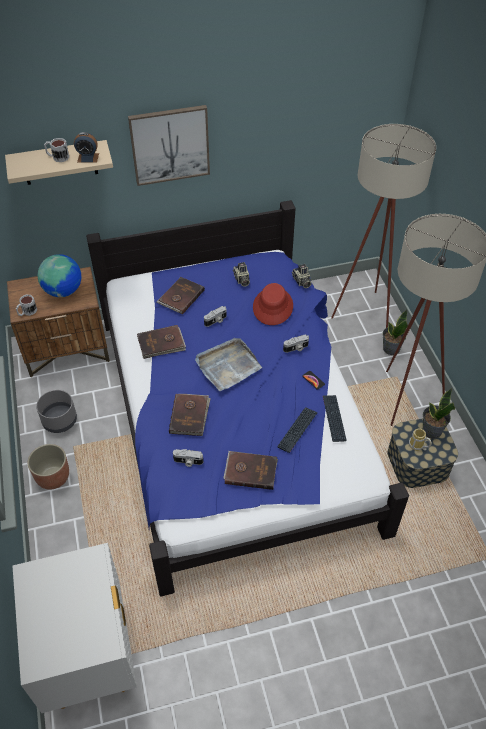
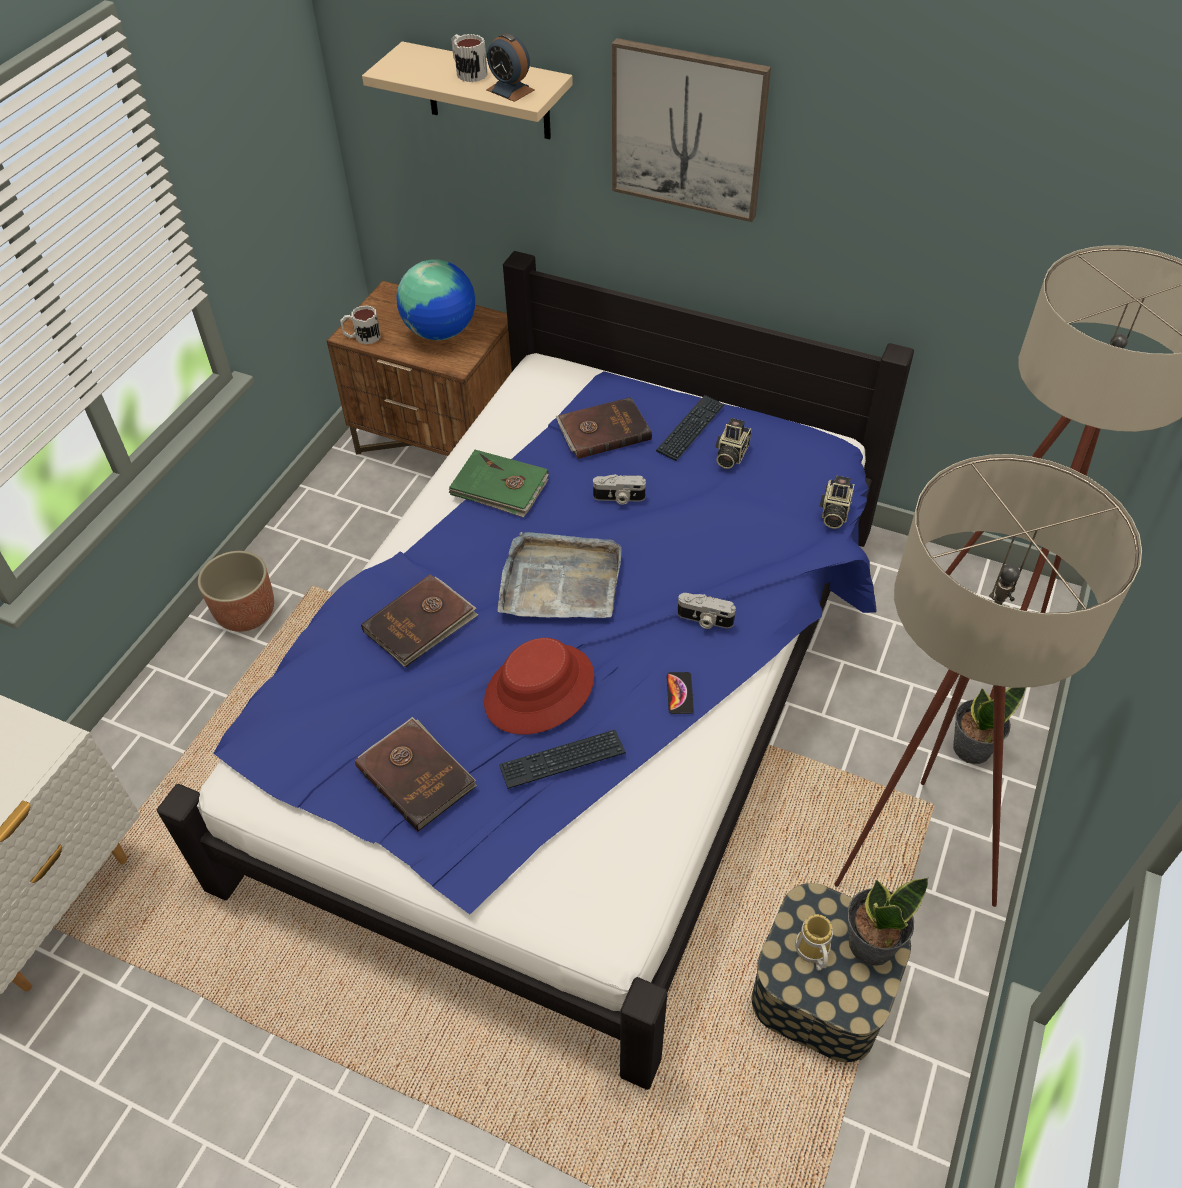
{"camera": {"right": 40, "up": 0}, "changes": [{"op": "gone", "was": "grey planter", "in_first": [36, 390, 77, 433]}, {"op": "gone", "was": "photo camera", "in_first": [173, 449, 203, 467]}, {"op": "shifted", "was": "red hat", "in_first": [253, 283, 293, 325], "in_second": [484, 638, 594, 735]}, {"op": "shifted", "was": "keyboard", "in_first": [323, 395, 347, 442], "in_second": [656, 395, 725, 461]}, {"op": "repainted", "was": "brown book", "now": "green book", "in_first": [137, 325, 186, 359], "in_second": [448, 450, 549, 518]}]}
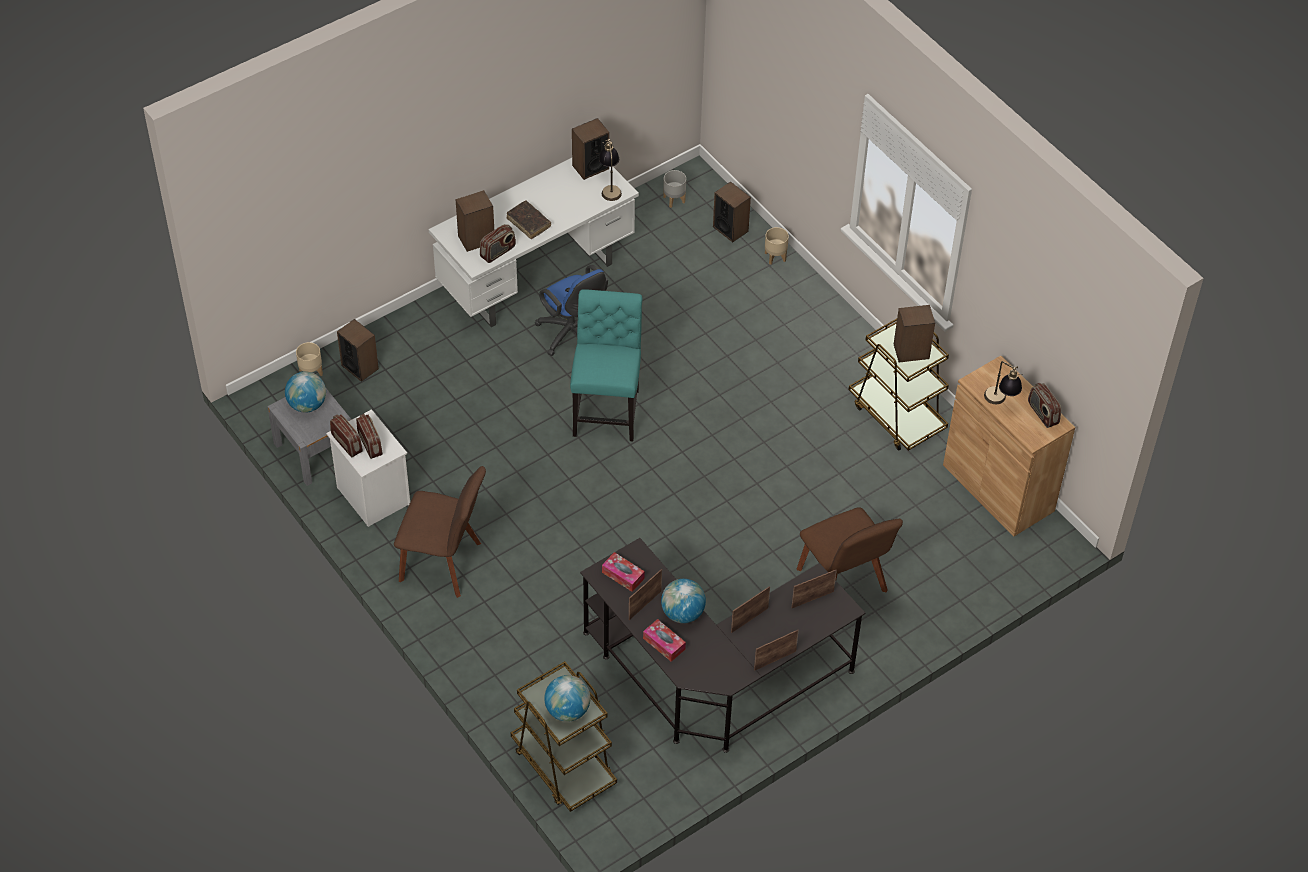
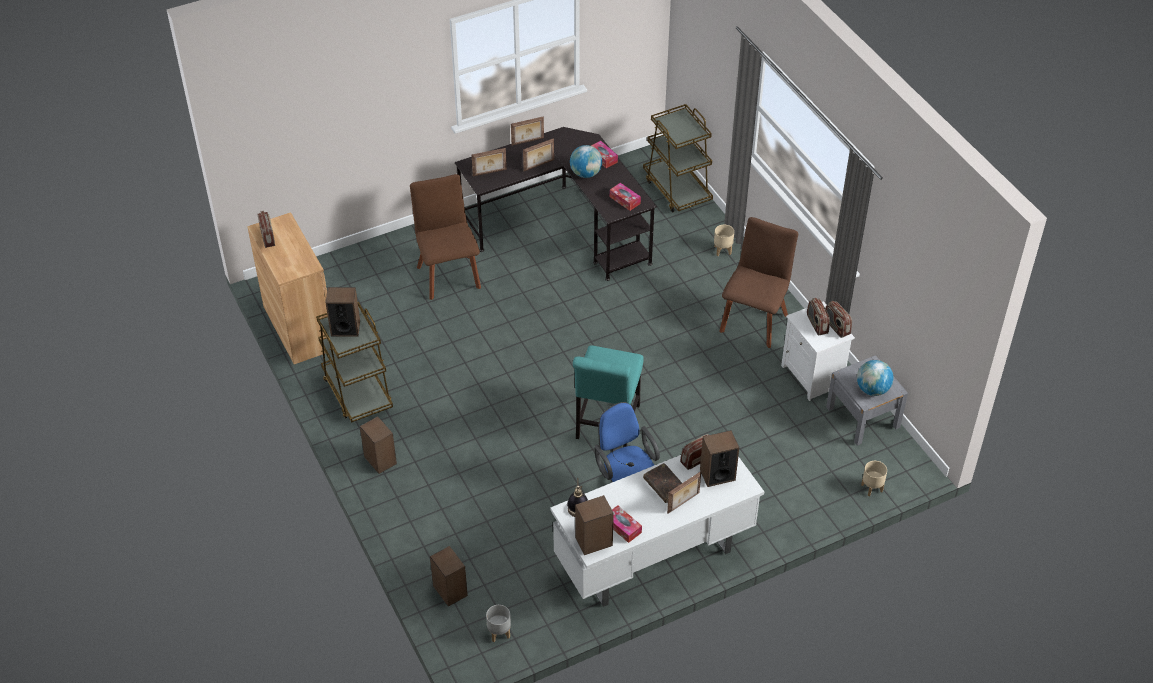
{"camera": {"right": -170, "up": -5}, "changes": [{"op": "gone", "was": "globe", "in_first": [544, 675, 590, 722]}, {"op": "gone", "was": "table lamp", "in_first": [984, 361, 1023, 404]}, {"op": "new", "now": "tissue box", "in_second": [612, 505, 642, 543]}, {"op": "shifted", "was": "speaker", "in_first": [337, 319, 379, 382], "in_second": [360, 416, 397, 474]}, {"op": "shifted", "was": "picture frame", "in_first": [629, 569, 662, 620], "in_second": [667, 471, 701, 514]}, {"op": "shifted", "was": "beige planter", "in_first": [765, 227, 789, 265], "in_second": [714, 225, 734, 256]}, {"op": "rotated", "was": "brown chair", "in_first": [394, 466, 486, 598], "in_second": [719, 217, 798, 348], "clockwise": 90}]}
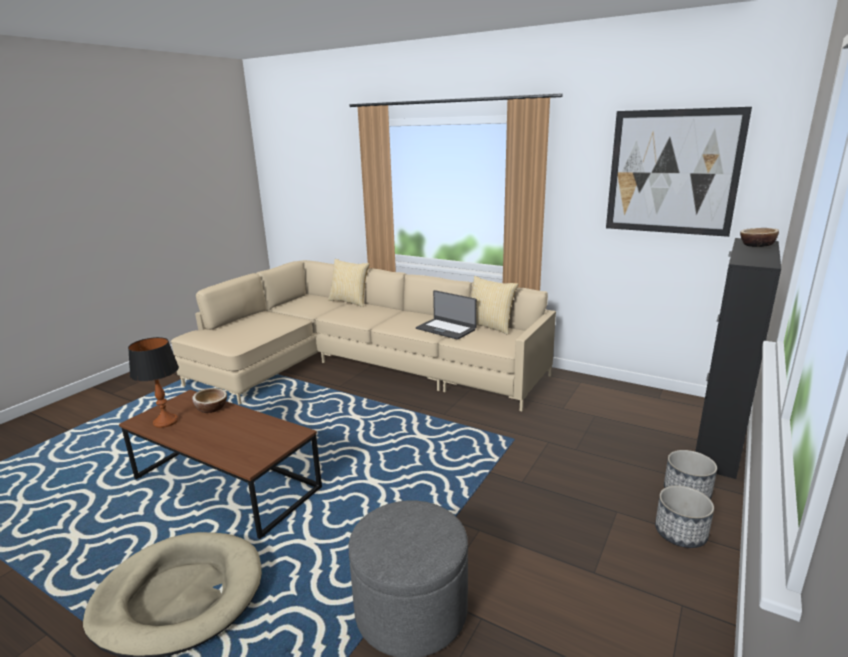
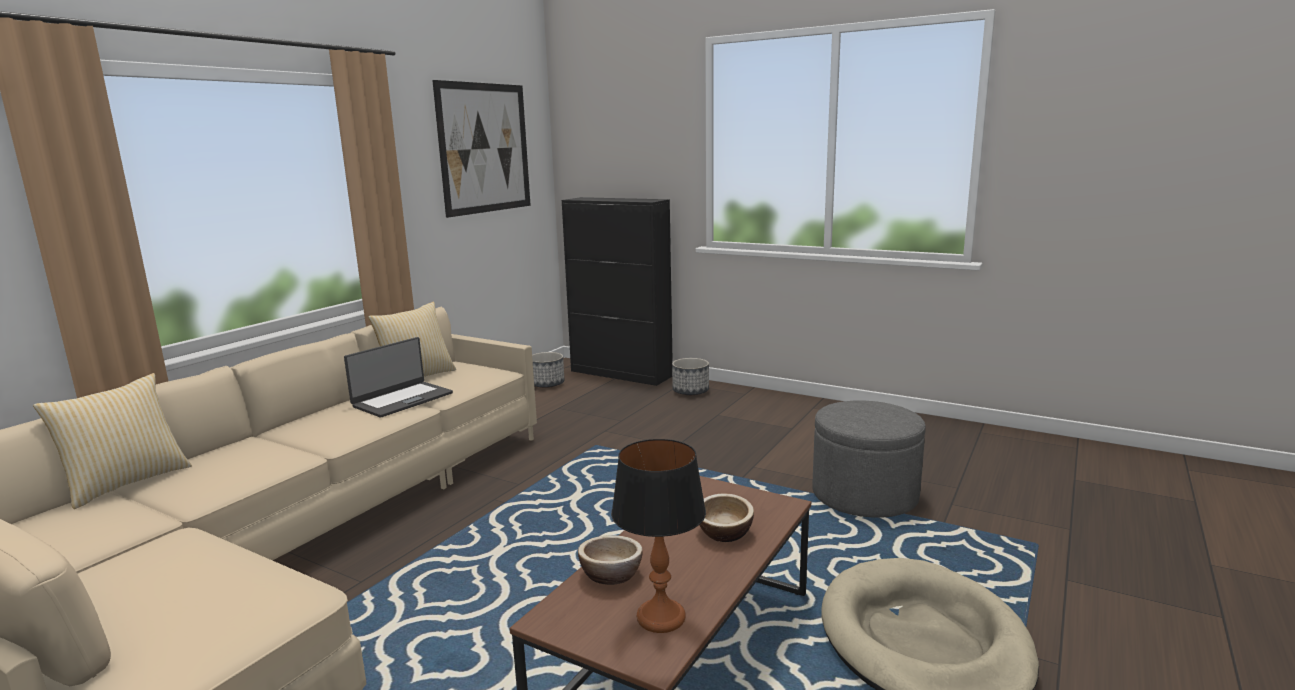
{"camera": {"right": -90, "up": -5}, "changes": [{"op": "shifted", "was": "planter", "in_first": [655, 486, 714, 548], "in_second": [532, 352, 565, 388]}, {"op": "shifted", "was": "bowl", "in_first": [740, 228, 779, 247], "in_second": [700, 493, 754, 542]}]}
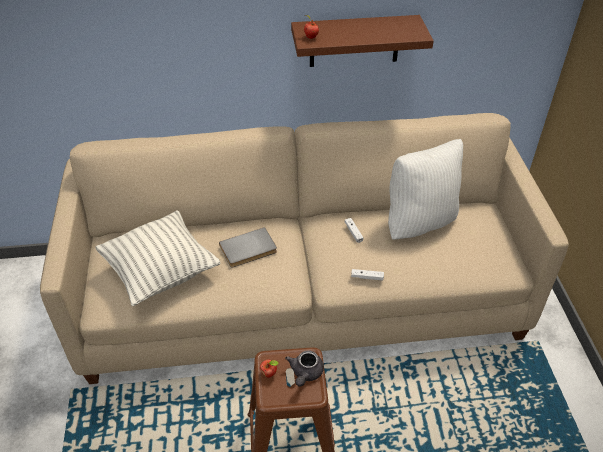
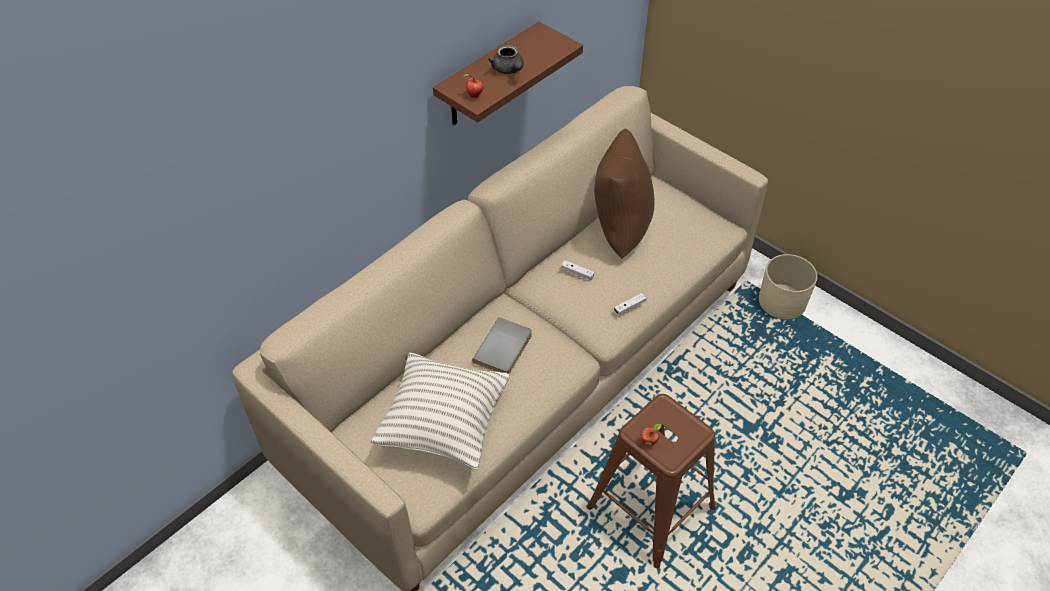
{"camera": {"right": -40, "up": 5}, "changes": [{"op": "new", "now": "beige planter", "in_second": [759, 254, 817, 319]}, {"op": "shifted", "was": "grey teapot", "in_first": [285, 350, 324, 387], "in_second": [488, 45, 523, 74]}, {"op": "repainted", "was": "white pillow", "now": "brown pillow", "in_first": [388, 139, 463, 240], "in_second": [594, 129, 655, 258]}]}
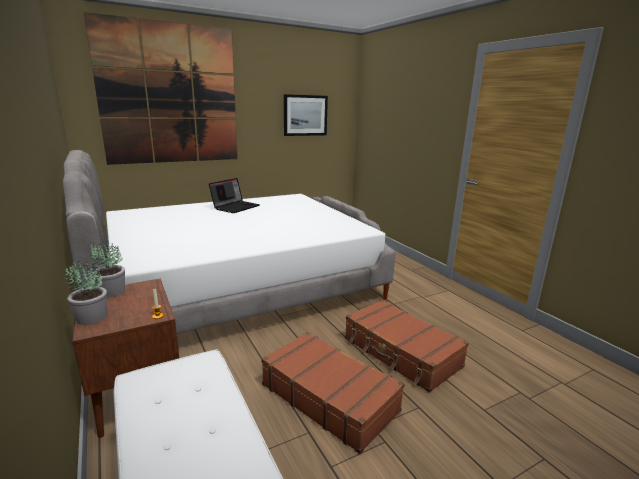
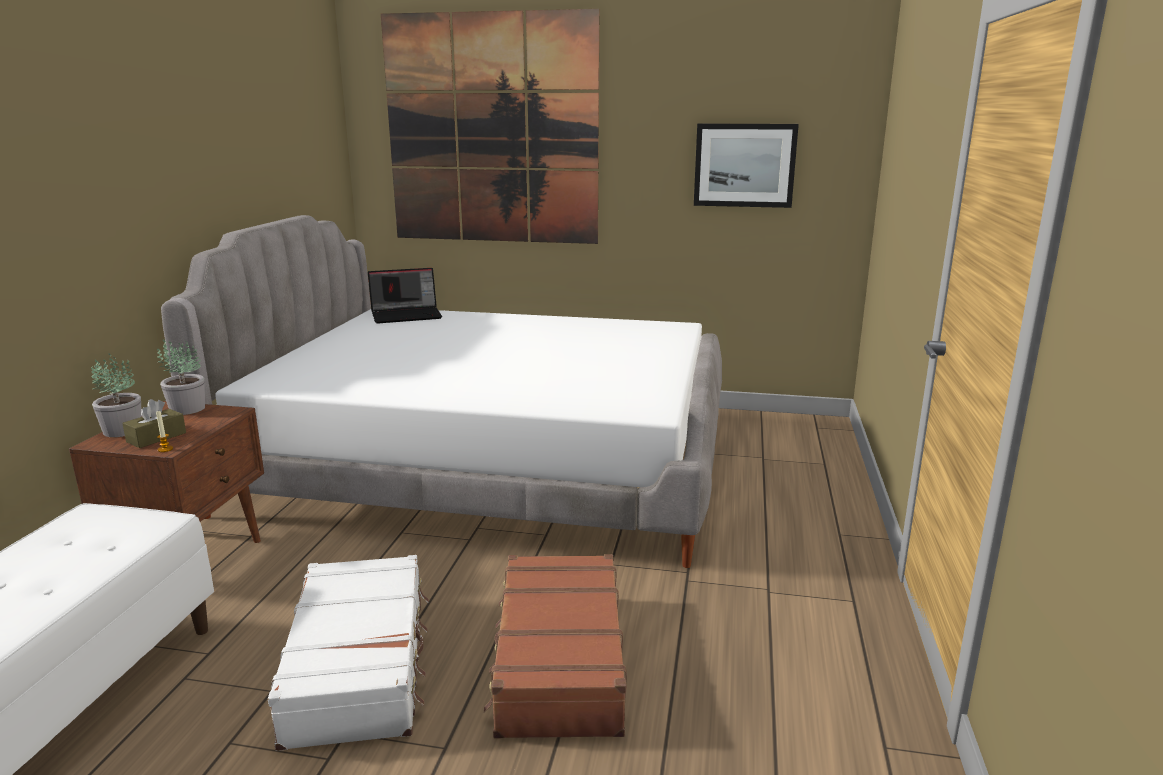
{"camera": {"right": 40, "up": 0}, "changes": [{"op": "new", "now": "brown tissue box", "in_second": [122, 399, 186, 448]}, {"op": "shifted", "was": "laptop", "in_first": [209, 178, 260, 213], "in_second": [368, 268, 442, 324]}, {"op": "repainted", "was": "brown suitcase", "now": "white suitcase", "in_first": [262, 332, 405, 454], "in_second": [268, 555, 429, 751]}]}
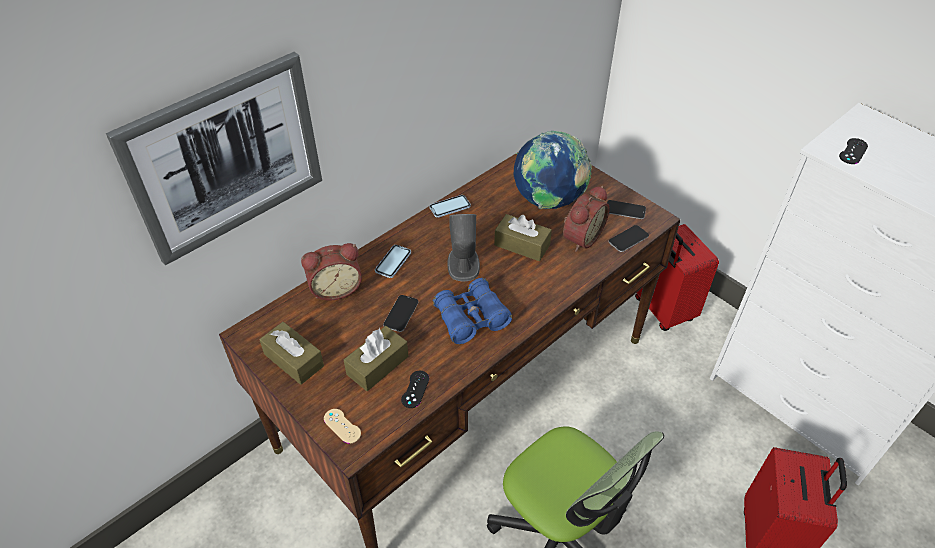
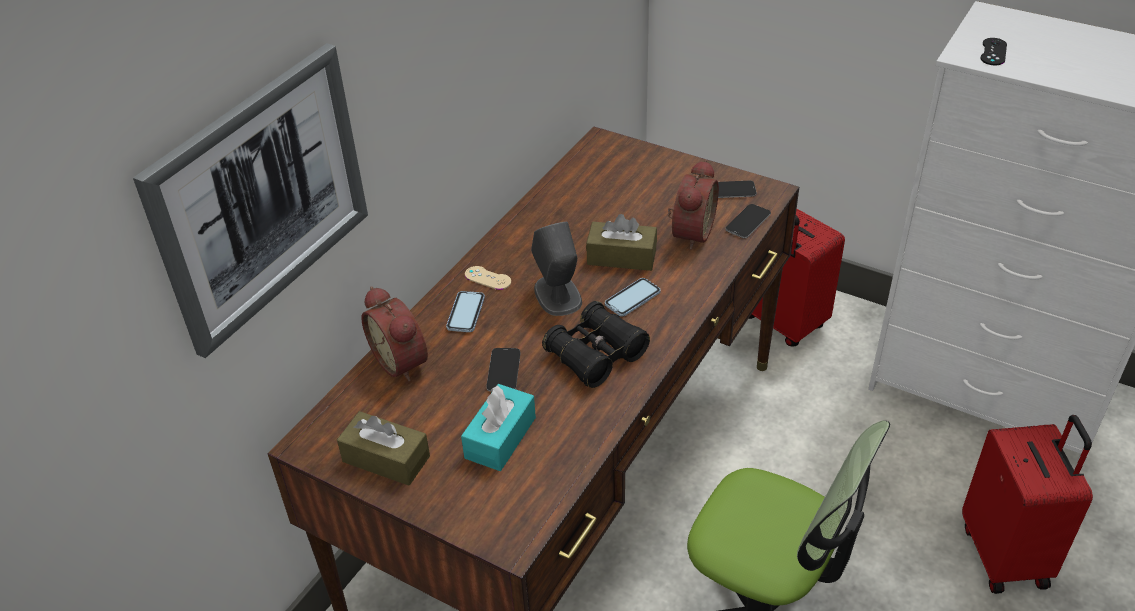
{"camera": {"right": -15, "up": -5}, "changes": [{"op": "gone", "was": "black game controller", "in_first": [401, 371, 429, 408]}, {"op": "gone", "was": "globe", "in_first": [514, 131, 592, 209]}, {"op": "shifted", "was": "beige game controller", "in_first": [324, 409, 361, 444], "in_second": [465, 266, 511, 290]}, {"op": "shifted", "was": "phone", "in_first": [429, 195, 471, 218], "in_second": [605, 278, 661, 317]}, {"op": "repainted", "was": "brown tissue box", "now": "turquoise tissue box", "in_first": [344, 326, 408, 391], "in_second": [461, 384, 536, 471]}, {"op": "repainted", "was": "blue binoculars", "now": "black binoculars", "in_first": [433, 278, 512, 344], "in_second": [542, 301, 650, 388]}, {"op": "rotated", "was": "alarm clock", "in_first": [301, 243, 362, 300], "in_second": [361, 286, 428, 381], "clockwise": 90}]}
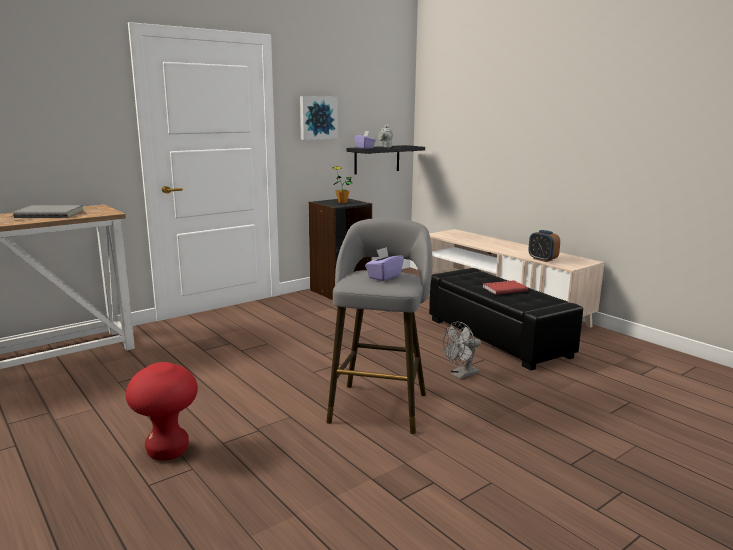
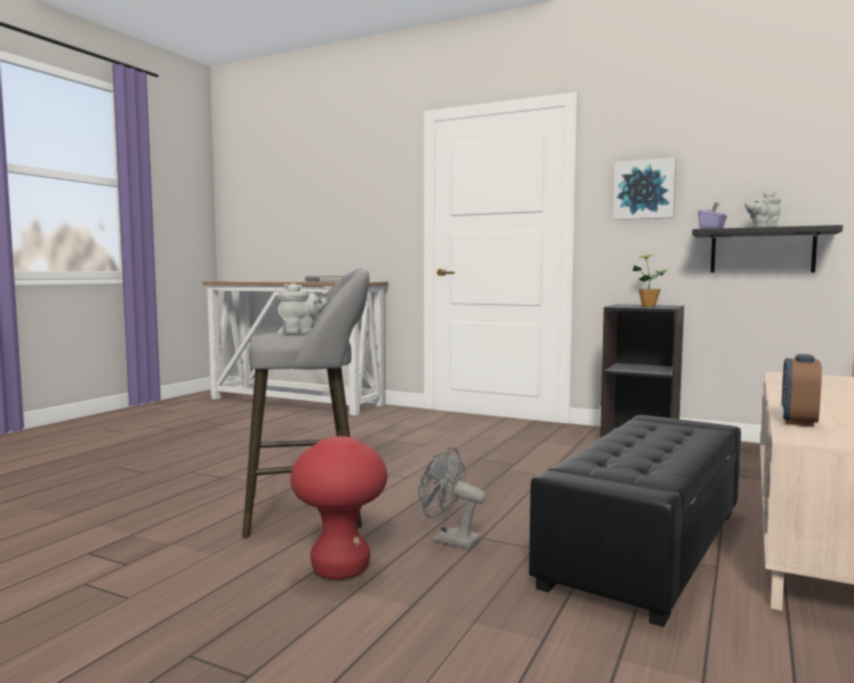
{"camera": {"right": 65, "up": -10}, "changes": [{"op": "gone", "was": "red book", "in_first": [483, 280, 528, 295]}, {"op": "shifted", "was": "red stool", "in_first": [126, 362, 198, 461], "in_second": [290, 436, 387, 579]}, {"op": "swapped", "was": "purple tissue box", "now": "grey teapot", "in_first": [365, 247, 404, 281], "in_second": [278, 283, 329, 333]}]}
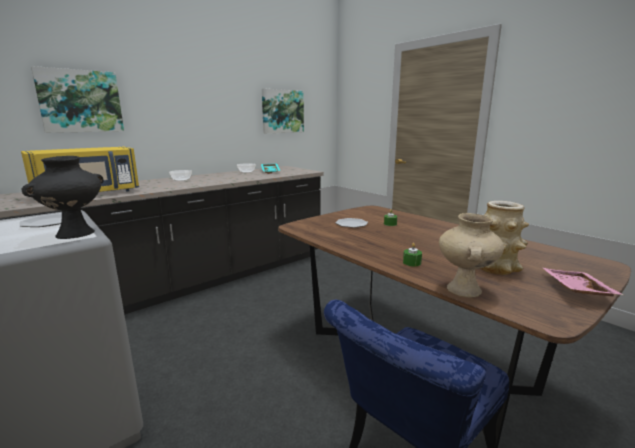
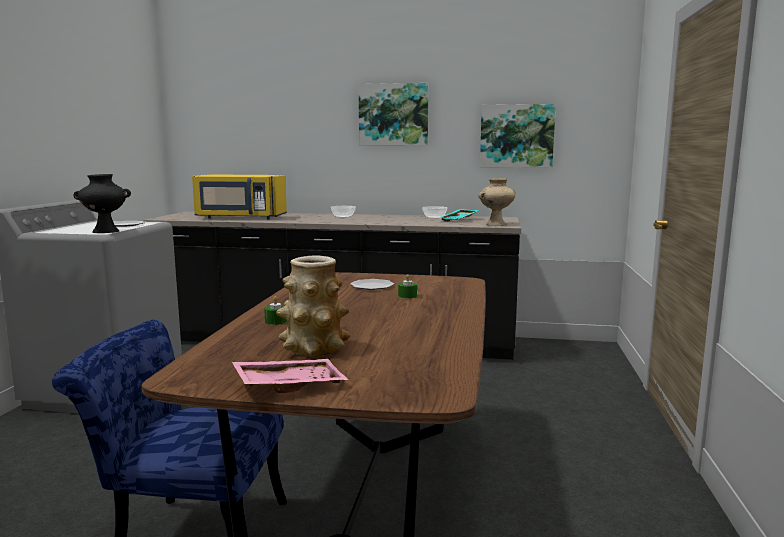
{"camera": {"right": 50, "up": -5}, "changes": [{"op": "shifted", "was": "picture", "in_first": [31, 66, 124, 133], "in_second": [359, 83, 429, 145]}, {"op": "shifted", "was": "beige vase", "in_first": [439, 213, 504, 298], "in_second": [478, 178, 515, 226]}]}
